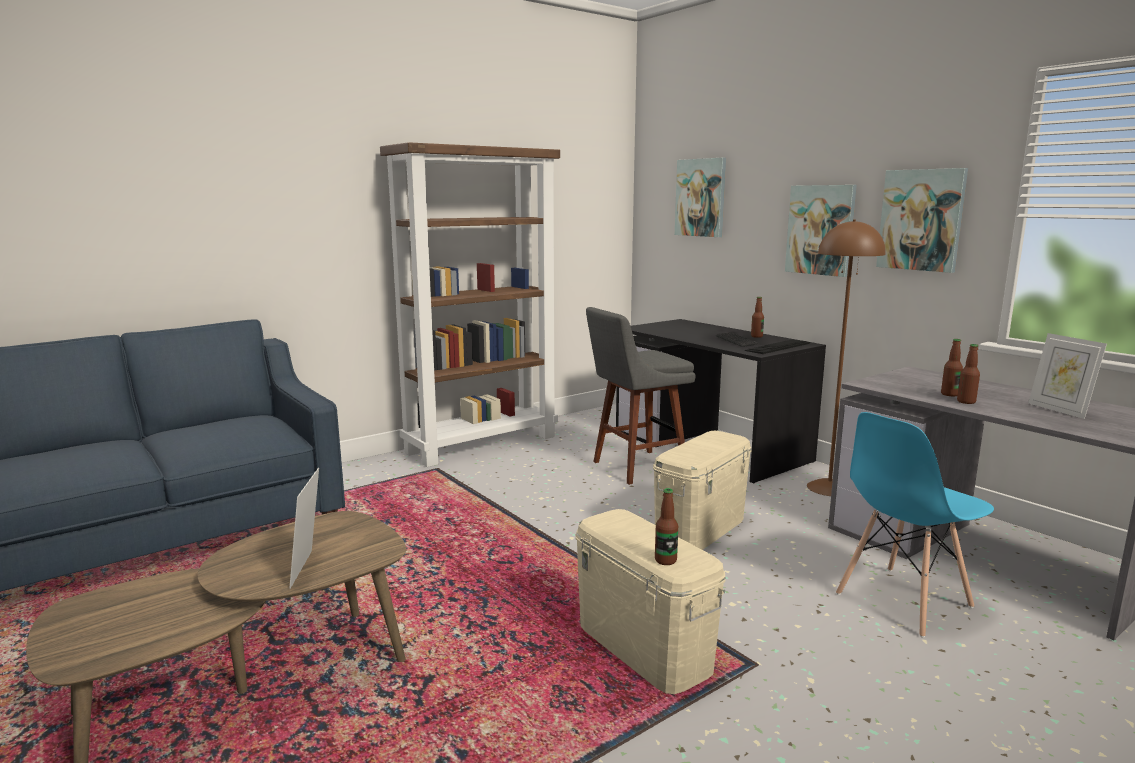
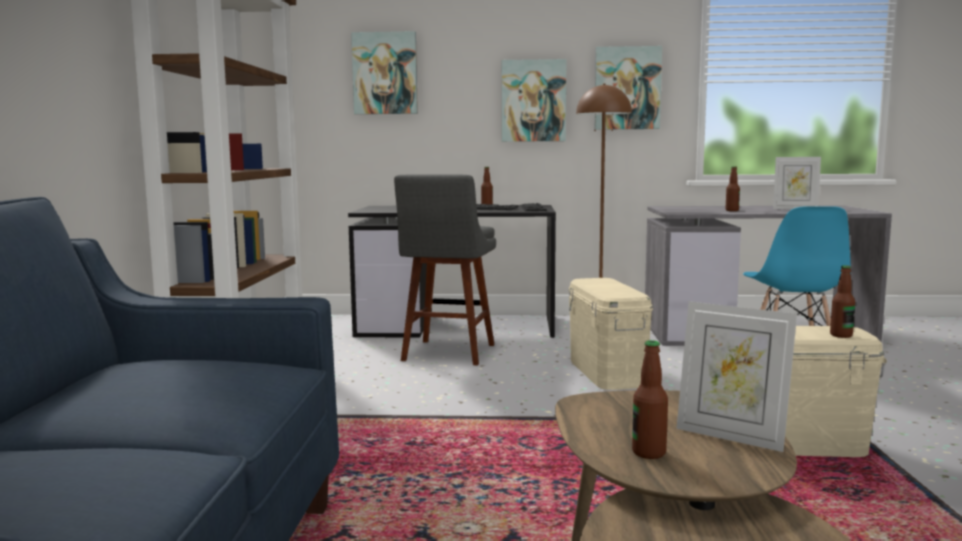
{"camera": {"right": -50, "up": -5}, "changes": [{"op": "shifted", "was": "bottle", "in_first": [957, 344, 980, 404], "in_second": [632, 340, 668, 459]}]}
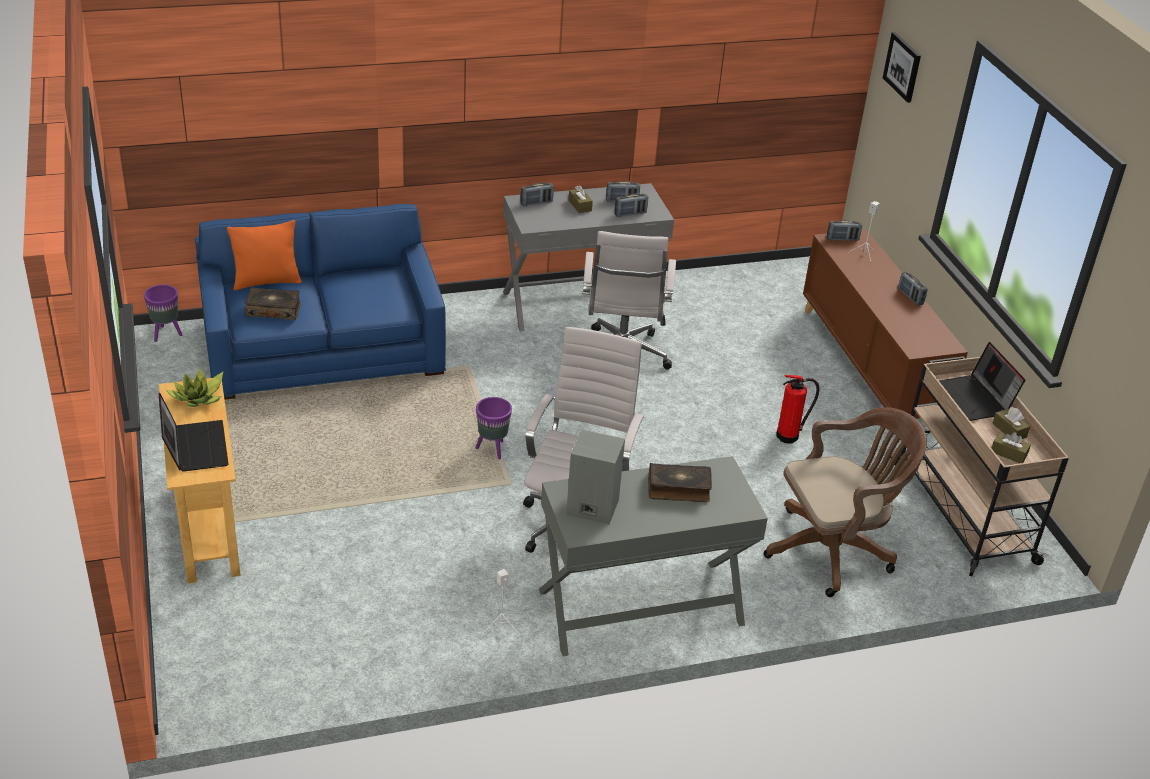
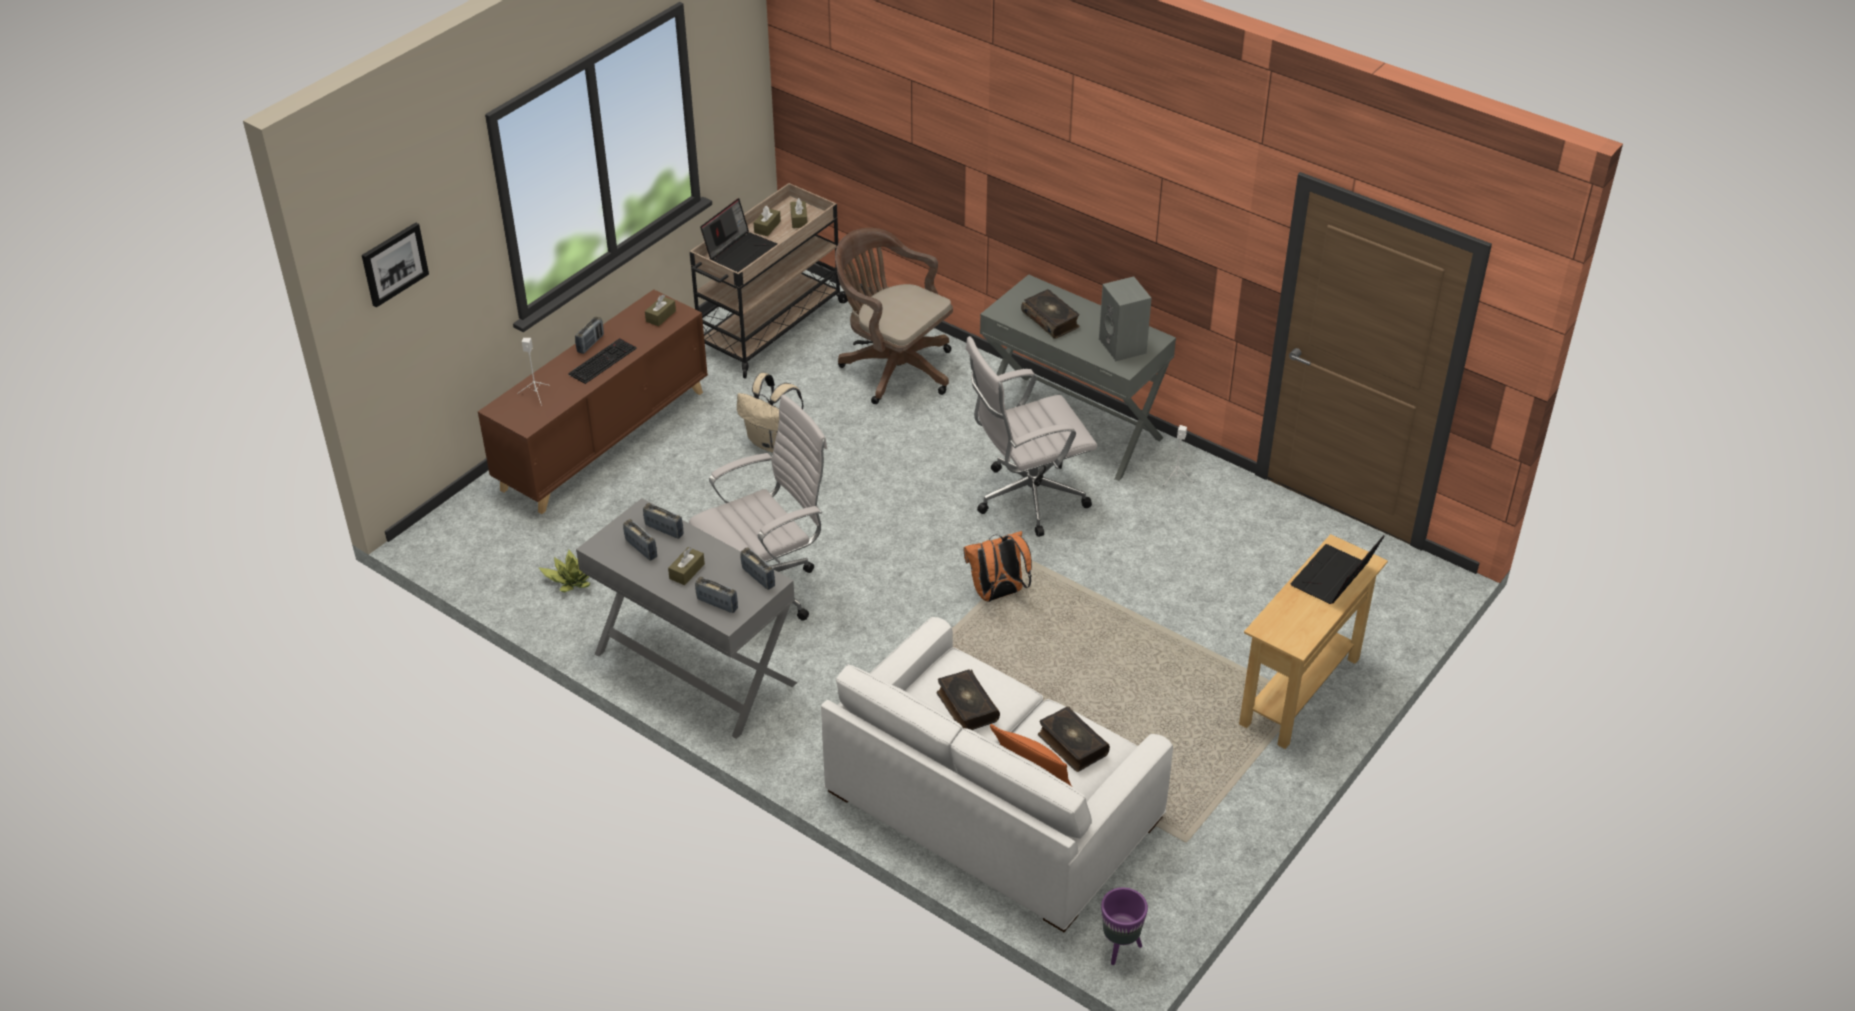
{"camera": {"right": -125, "up": 5}, "changes": [{"op": "new", "now": "keyboard", "in_second": [568, 338, 637, 384]}, {"op": "new", "now": "brown tissue box", "in_second": [645, 295, 676, 326]}, {"op": "new", "now": "book", "in_second": [937, 669, 1000, 730]}, {"op": "shifted", "was": "potted plant", "in_first": [166, 368, 223, 407], "in_second": [538, 550, 590, 592]}, {"op": "shifted", "was": "radio", "in_first": [827, 220, 862, 241], "in_second": [741, 547, 775, 590]}, {"op": "swapped", "was": "purple planter", "now": "orange backpack", "in_first": [475, 397, 512, 459], "in_second": [964, 531, 1032, 602]}, {"op": "swapped", "was": "fire extinguisher", "now": "beige backpack", "in_first": [776, 375, 819, 444], "in_second": [737, 373, 804, 453]}, {"op": "repainted", "was": "blue sofa", "now": "white sofa", "in_first": [195, 204, 446, 400], "in_second": [821, 617, 1173, 932]}]}
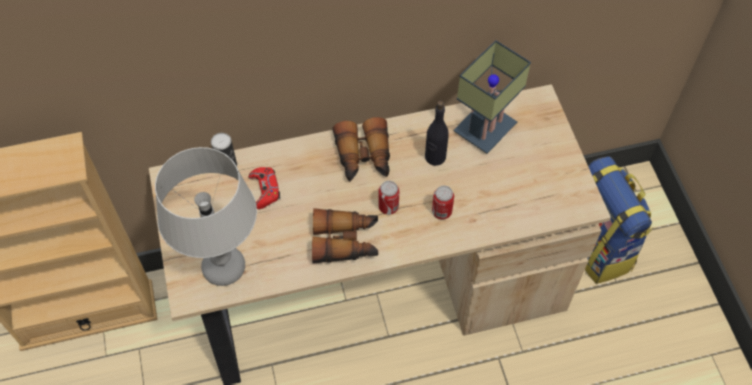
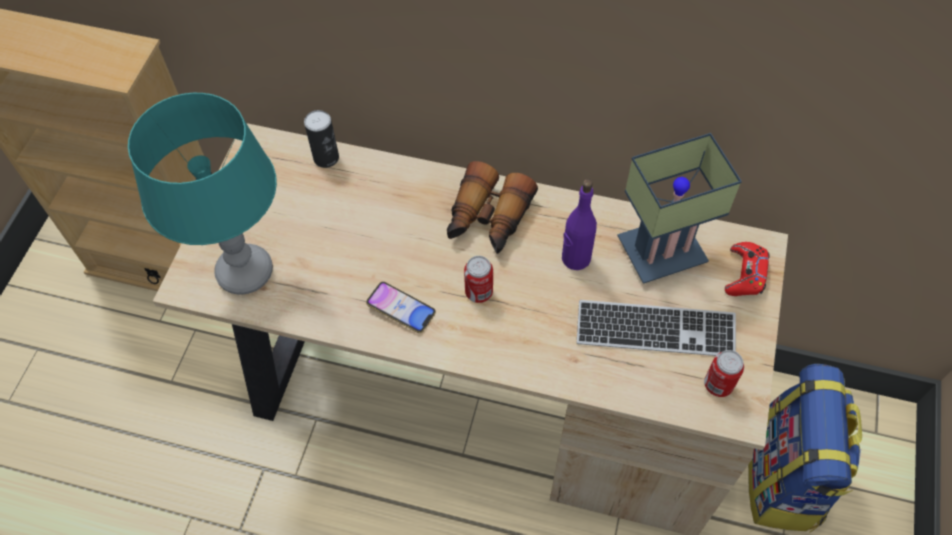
{"camera": {"right": 30, "up": 0}, "changes": [{"op": "new", "now": "keyboard", "in_second": [577, 300, 736, 356]}, {"op": "shifted", "was": "red game controller", "in_first": [249, 167, 280, 209], "in_second": [725, 242, 770, 296]}, {"op": "shifted", "was": "can", "in_first": [432, 185, 454, 220], "in_second": [704, 350, 744, 397]}, {"op": "swapped", "was": "binoculars", "now": "phone", "in_first": [312, 208, 378, 264], "in_second": [366, 282, 436, 333]}, {"op": "repainted", "was": "grey table lamp", "now": "turquoise table lamp", "in_first": [155, 147, 257, 286], "in_second": [128, 93, 277, 294]}, {"op": "repainted", "was": "black bottle", "now": "purple bottle", "in_first": [425, 101, 449, 166], "in_second": [562, 179, 597, 270]}]}
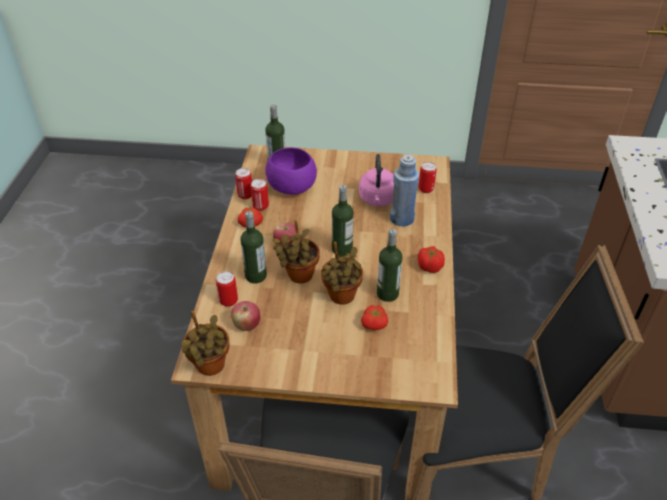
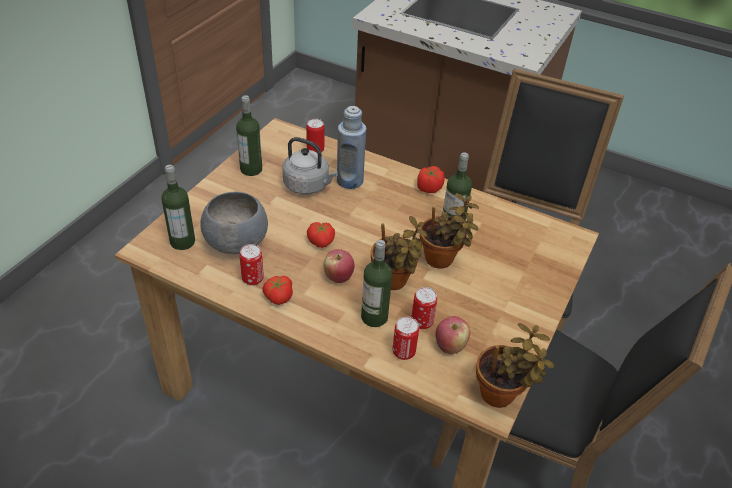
{"camera": {"right": -70, "up": 0}, "changes": [{"op": "shifted", "was": "can", "in_first": [235, 168, 252, 199], "in_second": [411, 287, 437, 329]}, {"op": "shifted", "was": "bottle", "in_first": [332, 185, 354, 256], "in_second": [236, 95, 262, 176]}, {"op": "shifted", "was": "tomato", "in_first": [361, 305, 388, 330], "in_second": [307, 222, 335, 248]}, {"op": "repainted", "was": "purple bowl", "now": "grey bowl", "in_first": [265, 148, 317, 194], "in_second": [200, 192, 268, 254]}, {"op": "repainted", "was": "pink kettle", "now": "grey kettle", "in_first": [359, 154, 394, 206], "in_second": [283, 137, 338, 194]}]}
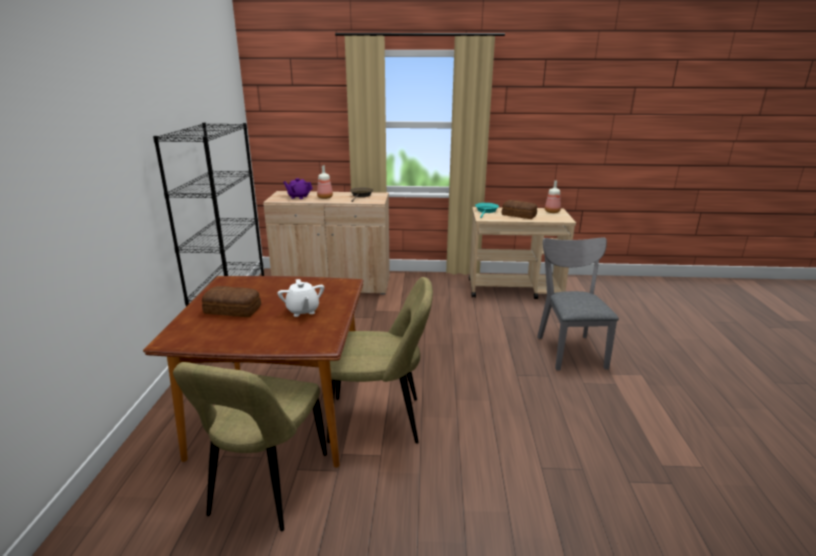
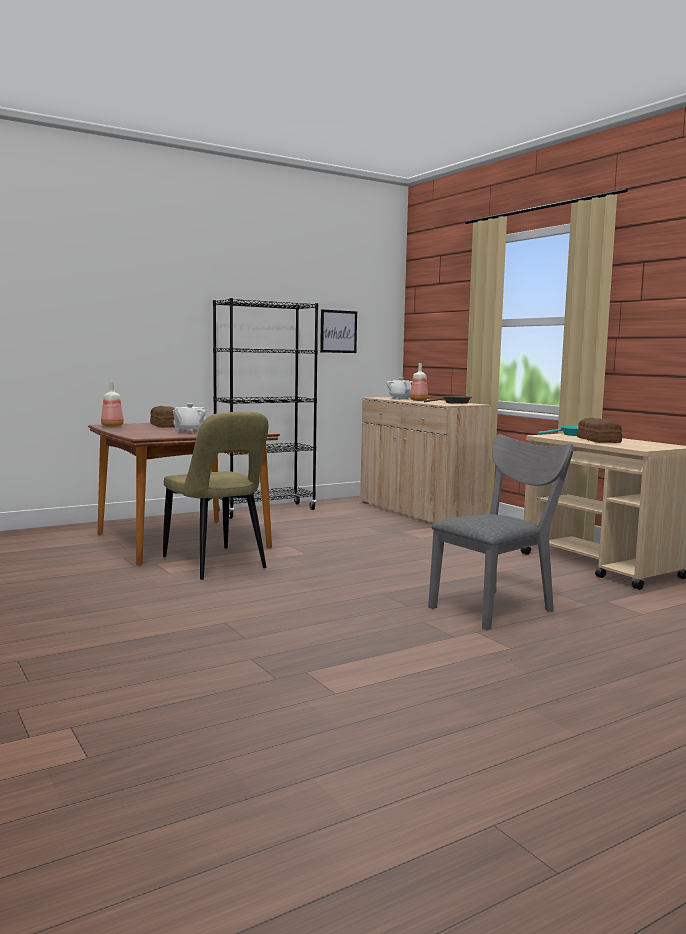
{"camera": {"right": 55, "up": -15}, "changes": [{"op": "gone", "was": "beige chair", "in_first": [173, 362, 327, 531]}, {"op": "new", "now": "picture", "in_second": [320, 309, 357, 353]}, {"op": "shifted", "was": "bottle", "in_first": [545, 180, 561, 213], "in_second": [101, 381, 124, 427]}, {"op": "repainted", "was": "purple teapot", "now": "white teapot", "in_first": [283, 178, 313, 199], "in_second": [386, 377, 412, 399]}]}
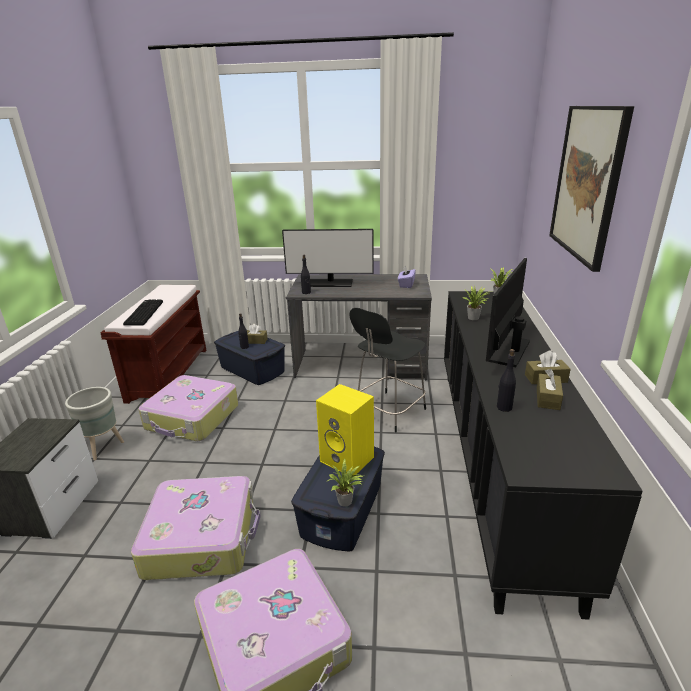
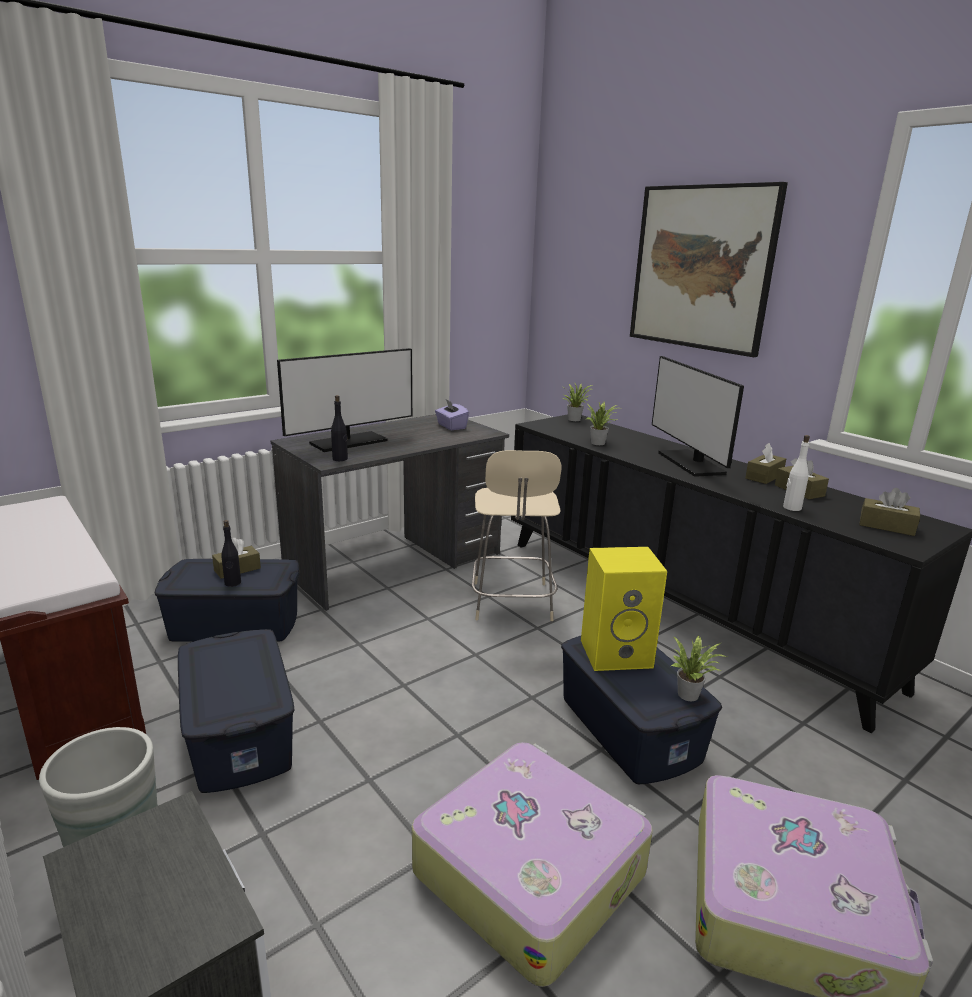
{"camera": {"right": -45, "up": -5}, "changes": [{"op": "gone", "was": "keyboard", "in_first": [123, 300, 163, 326]}, {"op": "new", "now": "brown tissue box", "in_second": [859, 488, 920, 536]}, {"op": "swapped", "was": "suitcase", "now": "blue storage box", "in_first": [139, 375, 238, 441], "in_second": [178, 629, 295, 793]}, {"op": "repainted", "was": "black chair", "now": "beige chair", "in_first": [349, 308, 426, 433], "in_second": [472, 450, 561, 621]}, {"op": "repainted", "was": "black bottle", "now": "white bottle", "in_first": [497, 349, 516, 412], "in_second": [783, 435, 810, 511]}]}
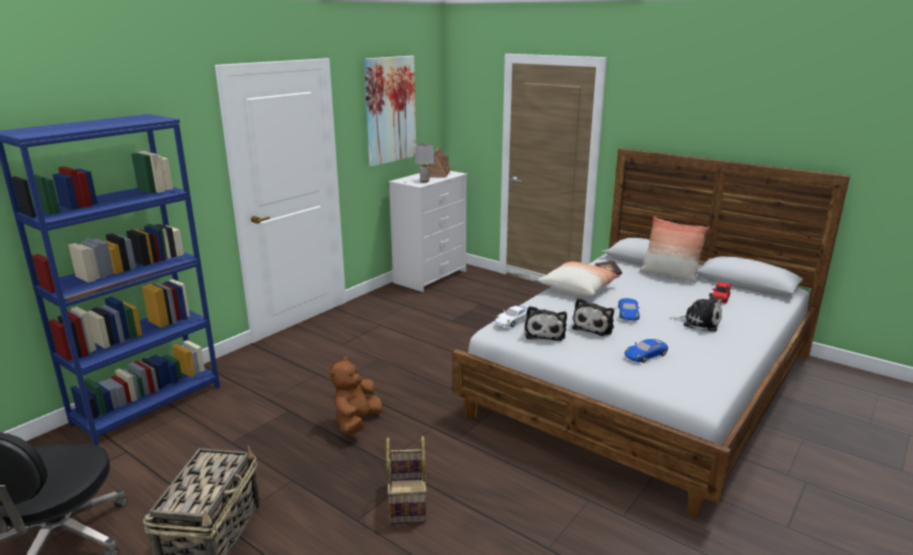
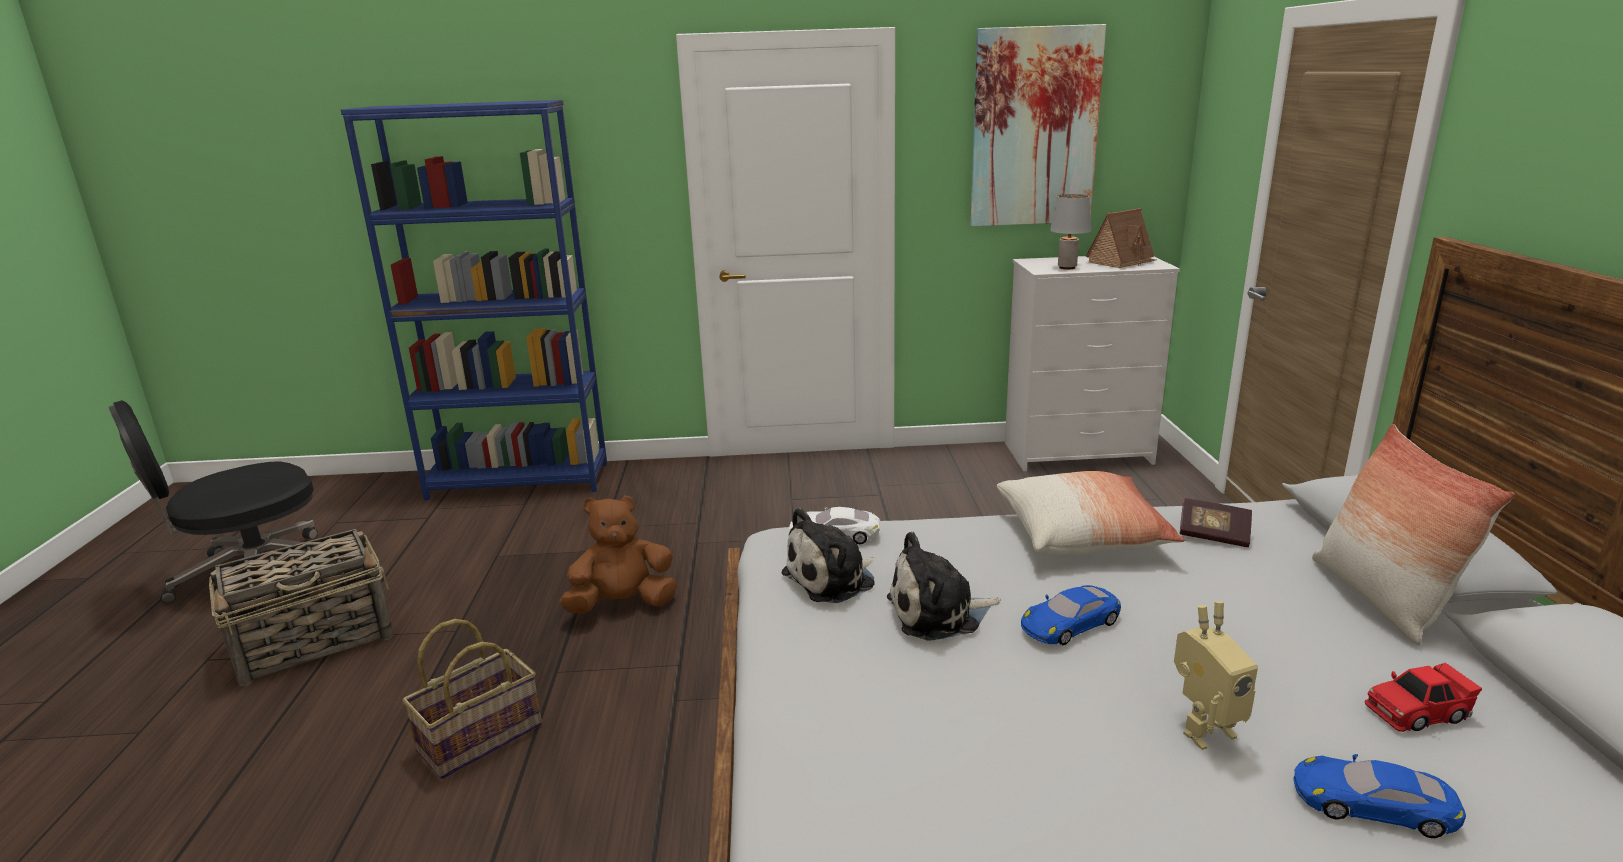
{"camera": {"right": 50, "up": 0}, "changes": [{"op": "shifted", "was": "blue toy car", "in_first": [624, 339, 668, 363], "in_second": [1293, 754, 1466, 838]}, {"op": "swapped", "was": "plush toy", "now": "toy robot", "in_first": [670, 293, 722, 332], "in_second": [1174, 601, 1258, 750]}]}
